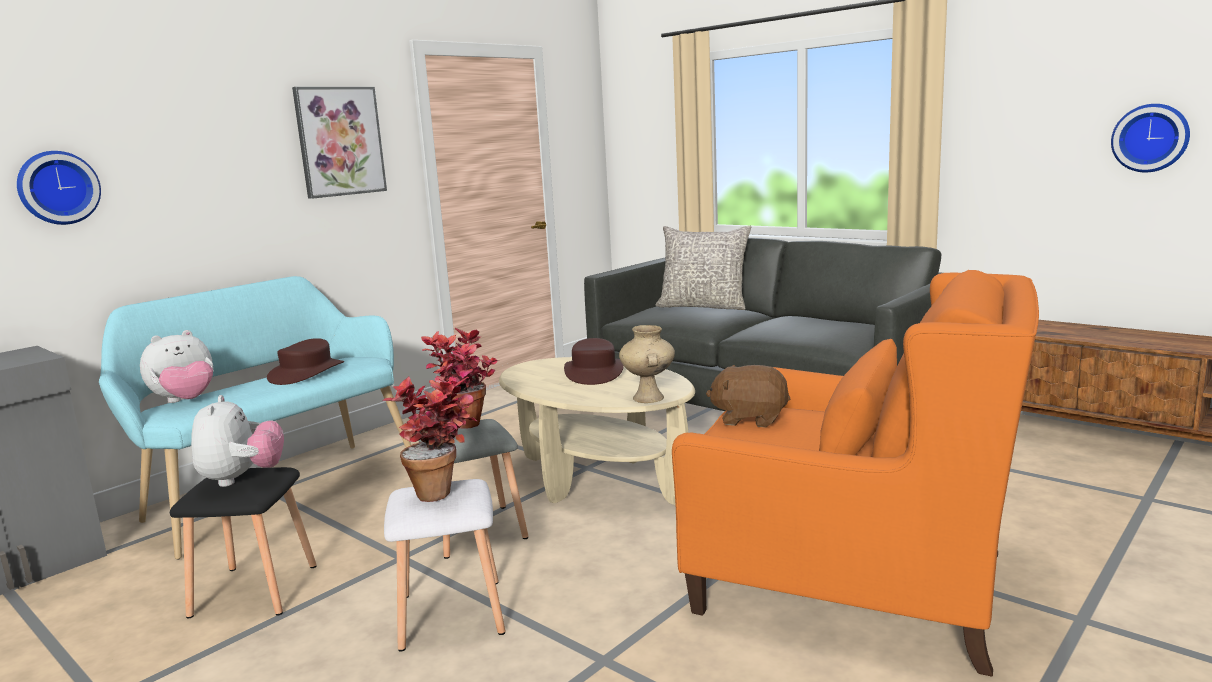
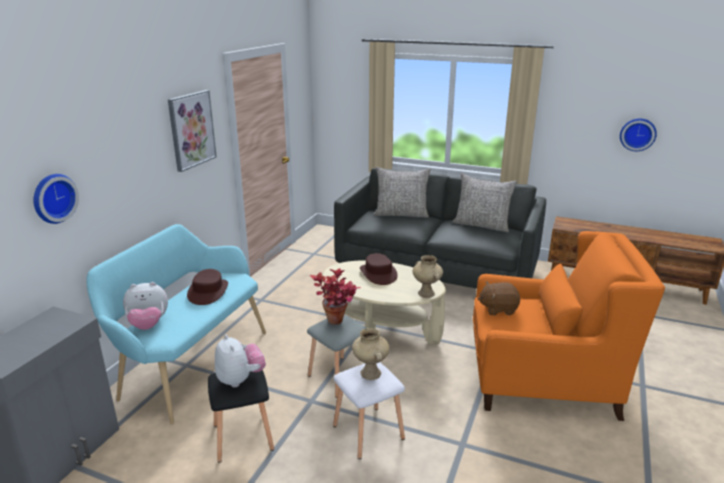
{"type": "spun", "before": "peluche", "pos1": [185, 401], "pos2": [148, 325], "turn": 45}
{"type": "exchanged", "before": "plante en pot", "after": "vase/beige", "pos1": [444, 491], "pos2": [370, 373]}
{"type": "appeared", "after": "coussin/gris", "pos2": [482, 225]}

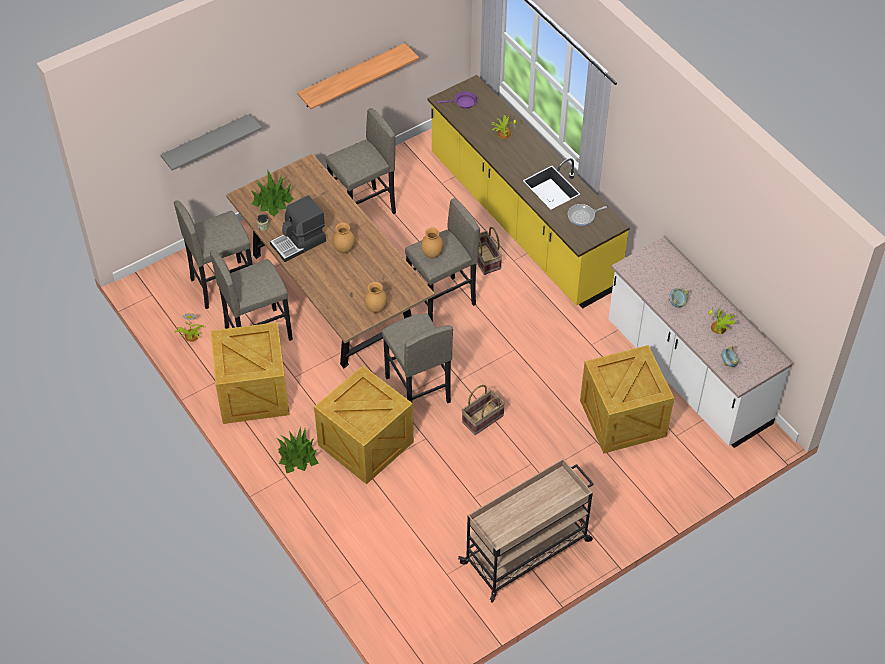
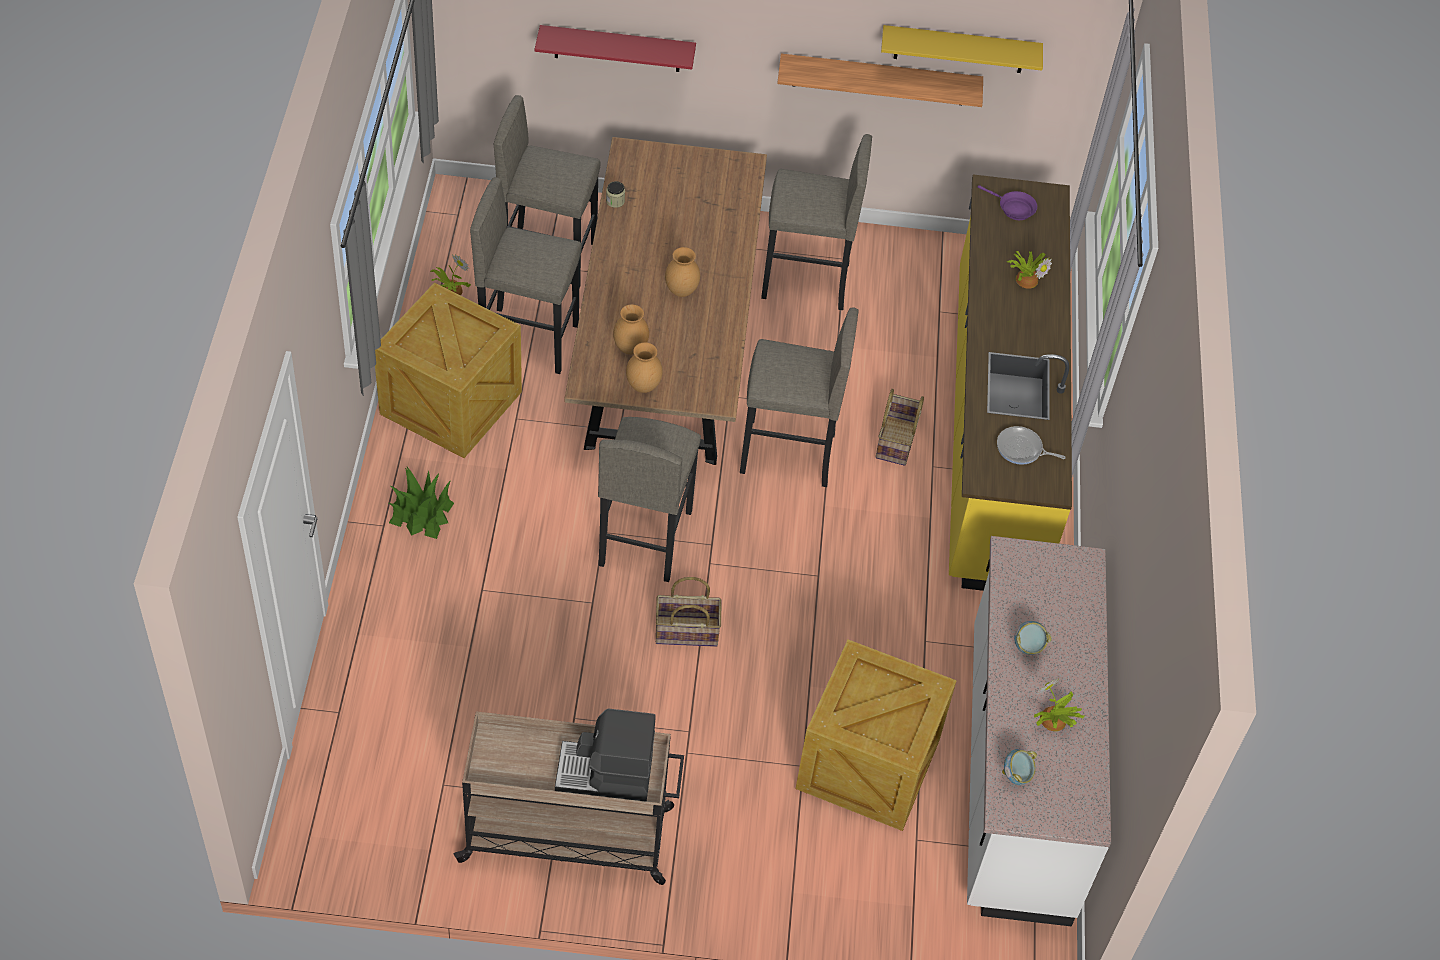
{"type": "colour", "before": "étagère/gris", "after": "étagère/rouge", "pos1": [207, 142], "pos2": [617, 48]}
{"type": "relocated", "before": "machine à café", "pos1": [299, 243], "pos2": [605, 775]}
{"type": "relocated", "before": "vase/marron", "pos1": [432, 255], "pos2": [629, 348]}
{"type": "appeared", "after": "étagère/jaune", "pos2": [960, 49]}
{"type": "missing", "before": "plante en pot", "pos1": [272, 200]}
{"type": "missing", "before": "caisse", "pos1": [367, 443]}

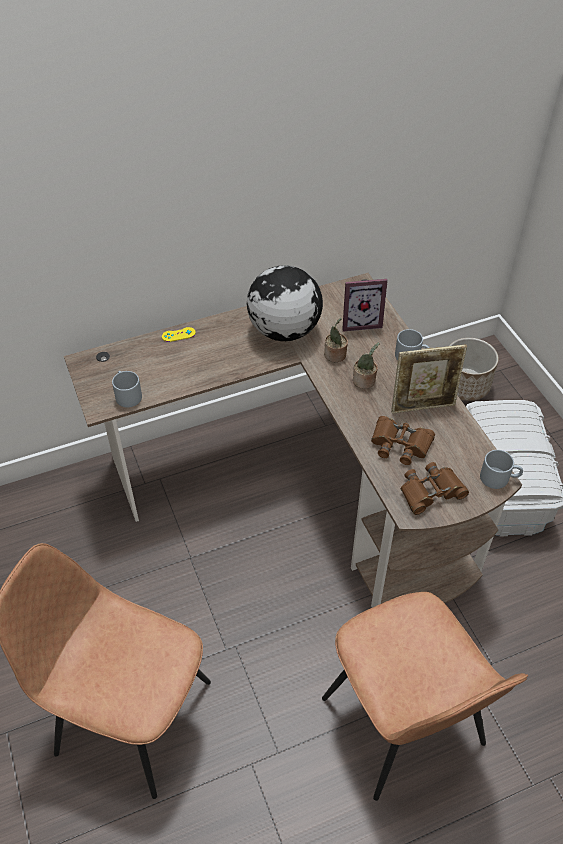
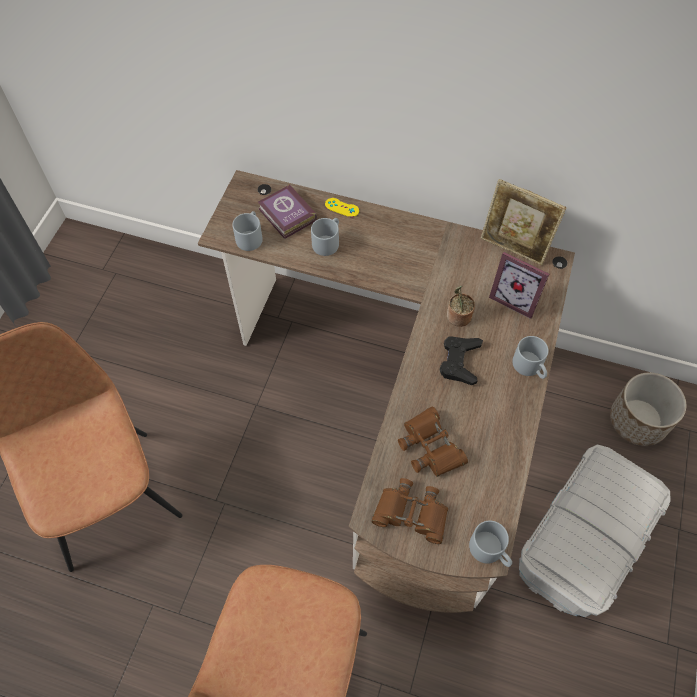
{"type": "appeared", "after": "livre", "pos2": [287, 216]}
{"type": "appeared", "after": "mug/gris", "pos2": [327, 241]}
{"type": "exchanged", "before": "plante en pot", "after": "manette/noir", "pos1": [365, 381], "pos2": [459, 361]}
{"type": "relocated", "before": "cadre photo", "pos1": [423, 406], "pos2": [513, 249]}
{"type": "missing", "before": "globe", "pos1": [283, 330]}

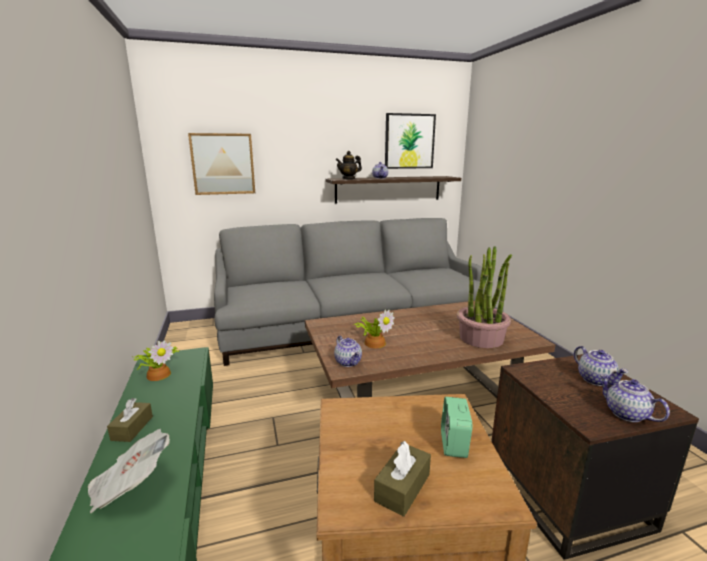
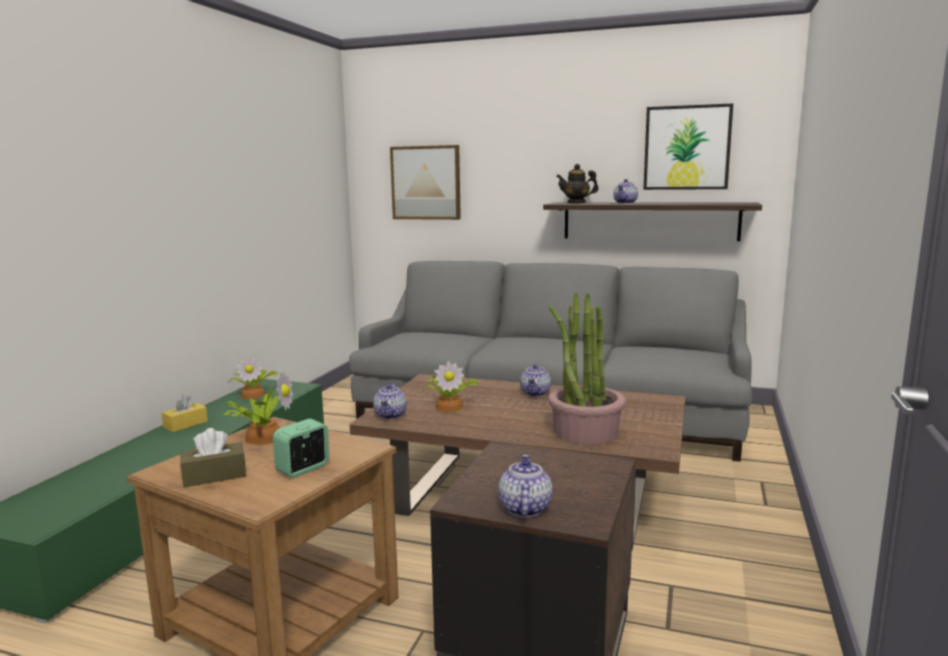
{"type": "colour", "before": "boîte à mouchoirs/marron", "after": "boîte à mouchoirs/jaune", "pos1": [132, 428], "pos2": [185, 424]}
{"type": "appeared", "after": "plante en pot", "pos2": [262, 437]}
{"type": "relocated", "before": "théière", "pos1": [596, 380], "pos2": [535, 393]}
{"type": "missing", "before": "journal", "pos1": [130, 485]}

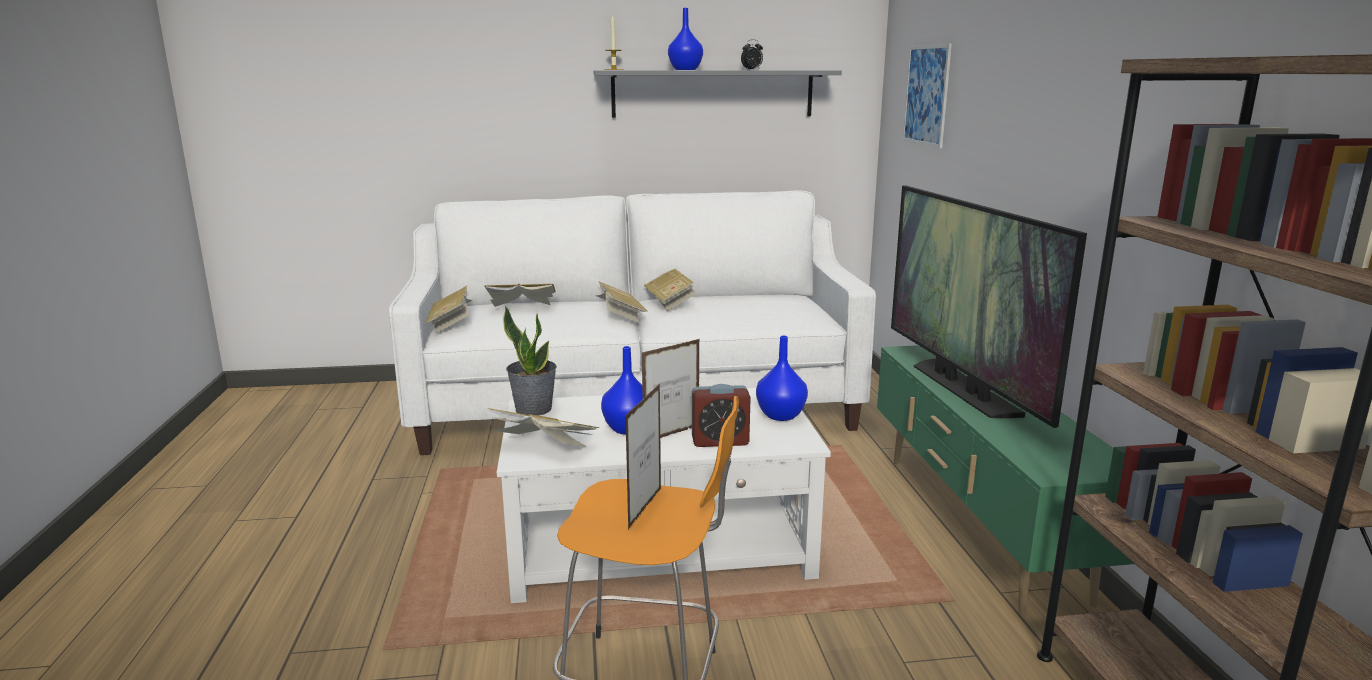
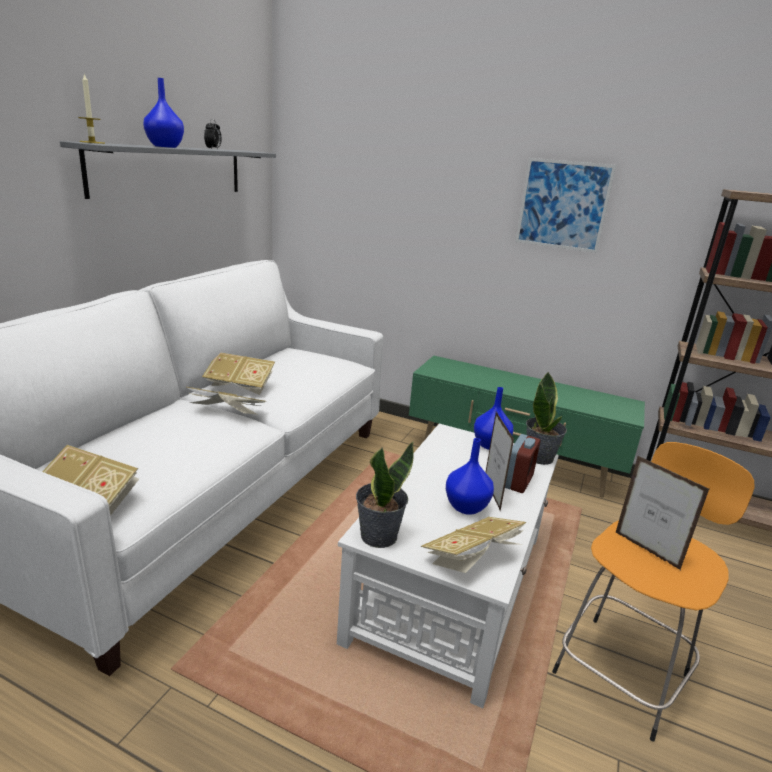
{"type": "relocated", "before": "tableau", "pos1": [926, 95], "pos2": [563, 205]}
{"type": "appeared", "after": "plante en pot", "pos2": [539, 457]}
{"type": "missing", "before": "livre", "pos1": [521, 309]}
{"type": "missing", "before": "téléviseur", "pos1": [962, 389]}

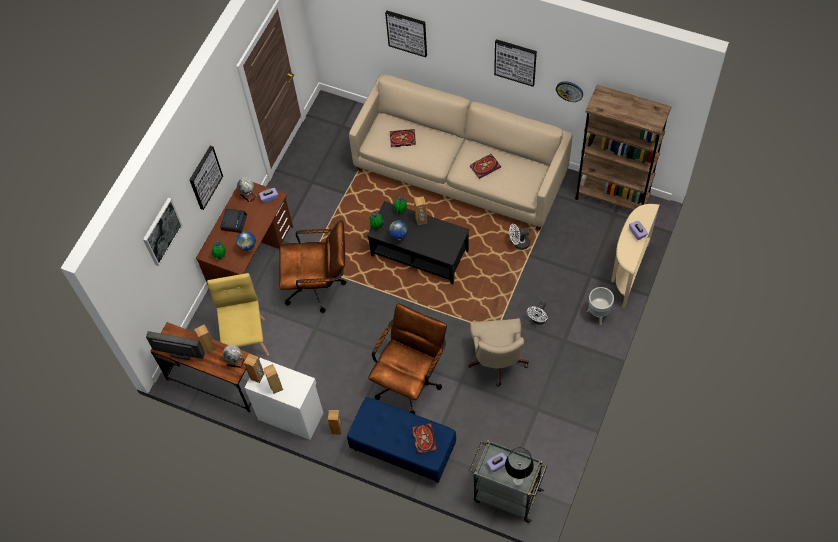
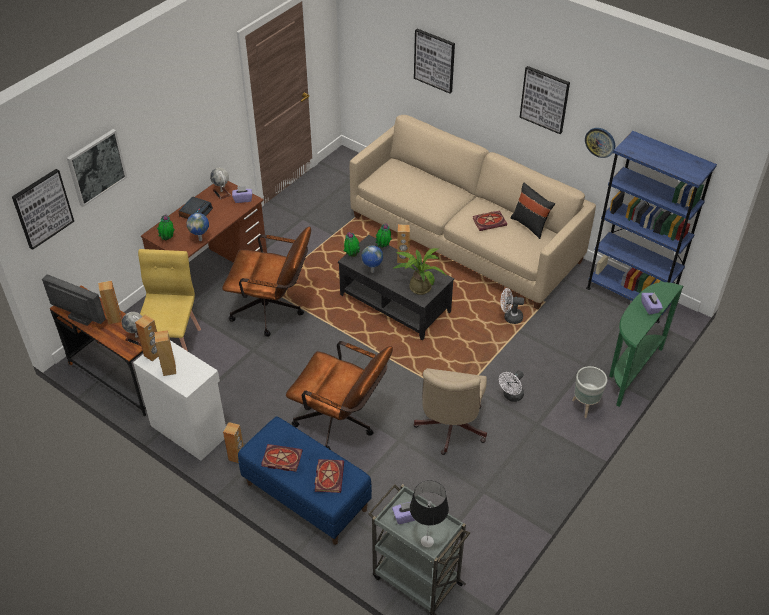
{"type": "relocated", "before": "tableau", "pos1": [205, 177], "pos2": [42, 208]}
{"type": "relocated", "before": "livre", "pos1": [402, 139], "pos2": [280, 459]}
{"type": "spun", "before": "chaise de bureau/marron", "pos1": [410, 378], "pos2": [341, 423], "turn": 75}
{"type": "appeared", "after": "plante en pot", "pos2": [418, 286]}
{"type": "appeared", "after": "coussin/noir", "pos2": [530, 225]}
{"type": "colour", "before": "bibliothèque/marron", "after": "bibliothèque/bleu", "pos1": [612, 197], "pos2": [629, 295]}
{"type": "colour", "before": "table console/beige", "after": "table console/vert", "pos1": [627, 272], "pos2": [630, 371]}

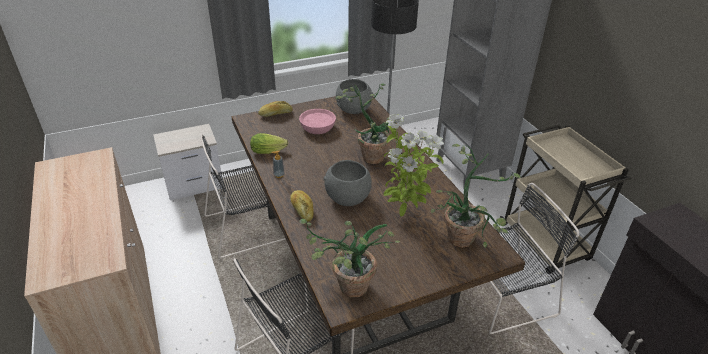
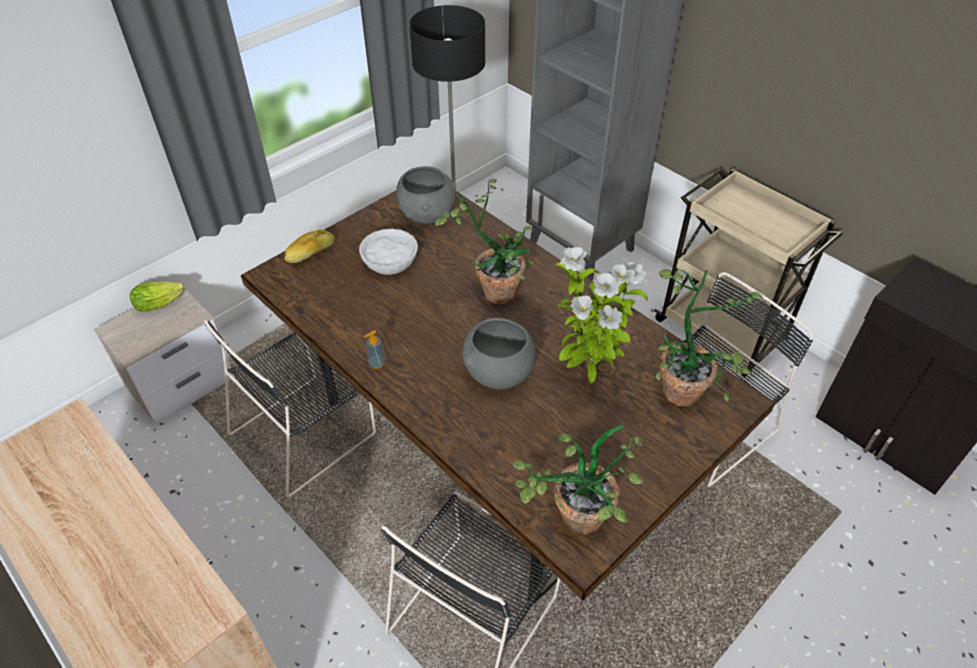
{"type": "relocated", "before": "laitue", "pos1": [270, 151], "pos2": [161, 303]}
{"type": "colour", "before": "bol/rose", "after": "bol/blanc", "pos1": [317, 128], "pos2": [390, 261]}
{"type": "missing", "before": "pain", "pos1": [302, 209]}

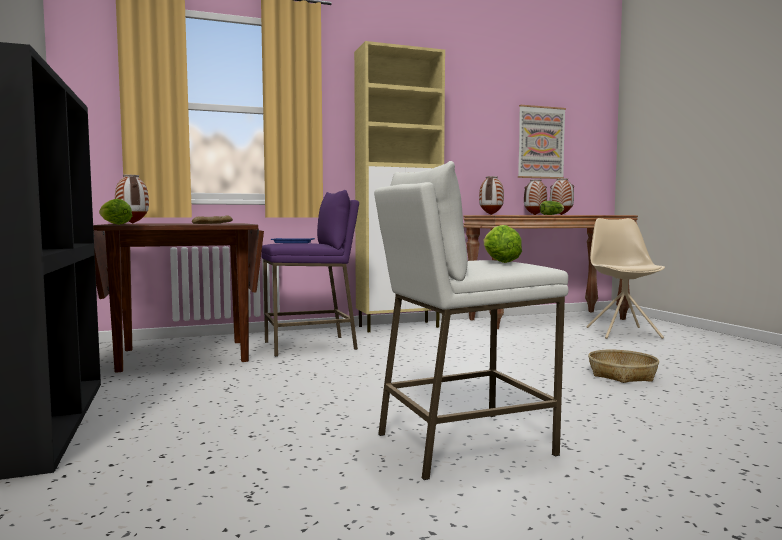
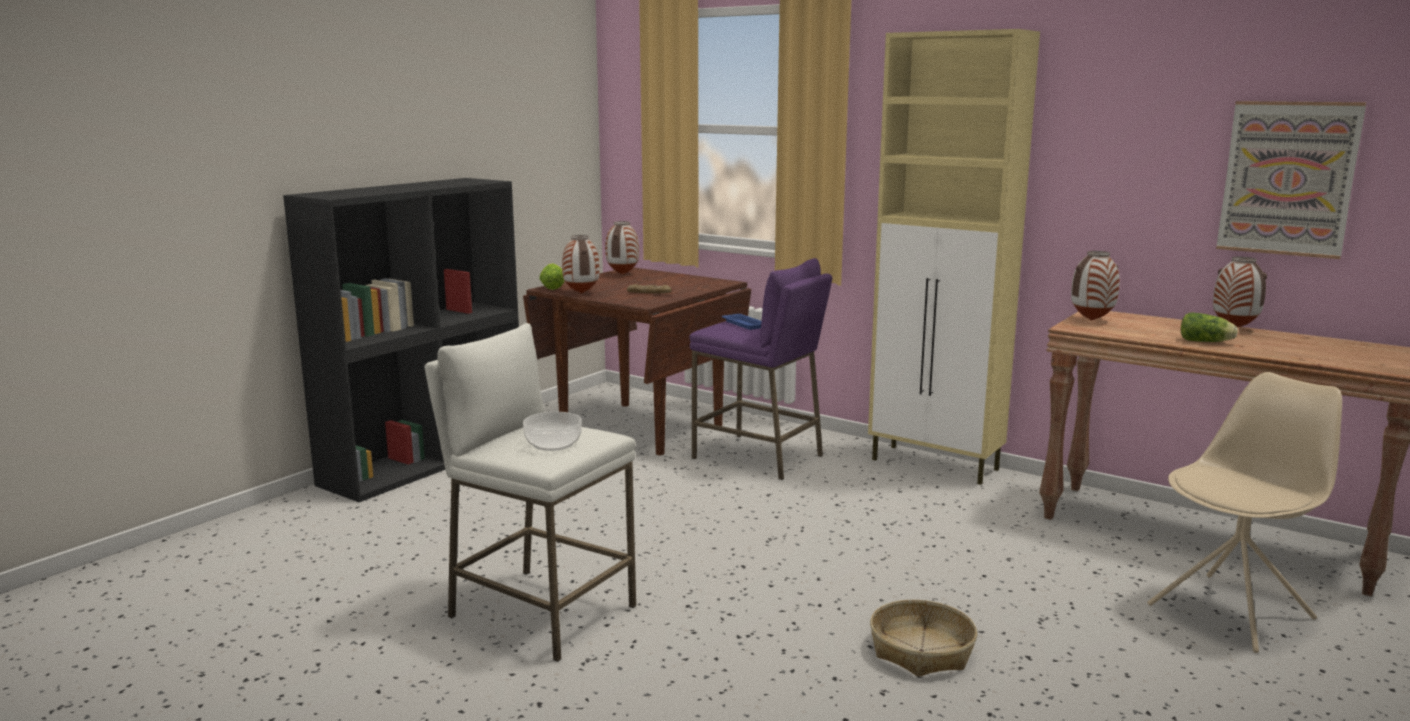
{"type": "exchanged", "before": "laitue", "after": "bol", "pos1": [498, 262], "pos2": [552, 444]}
{"type": "relocated", "before": "vase", "pos1": [561, 215], "pos2": [581, 293]}

